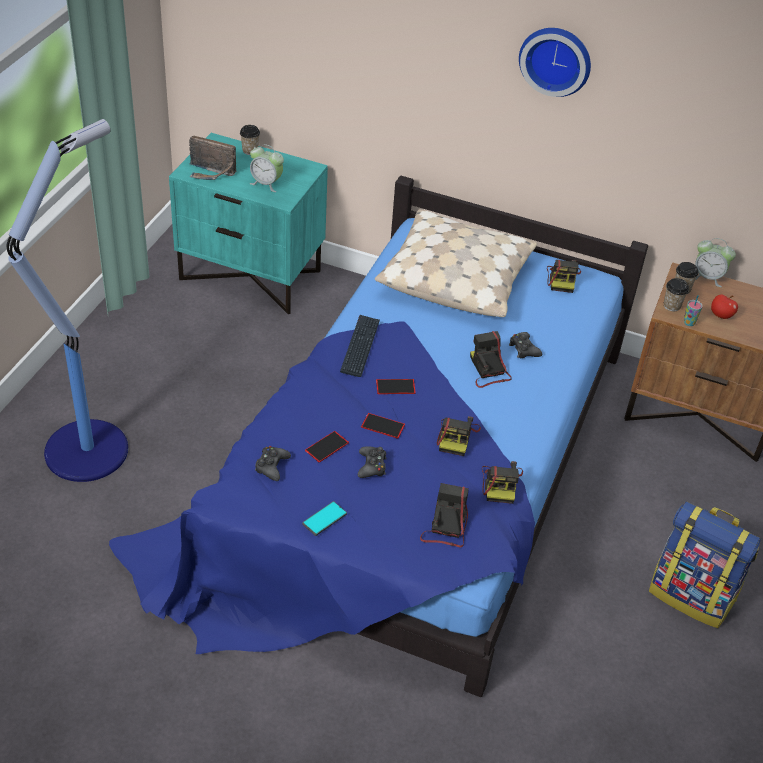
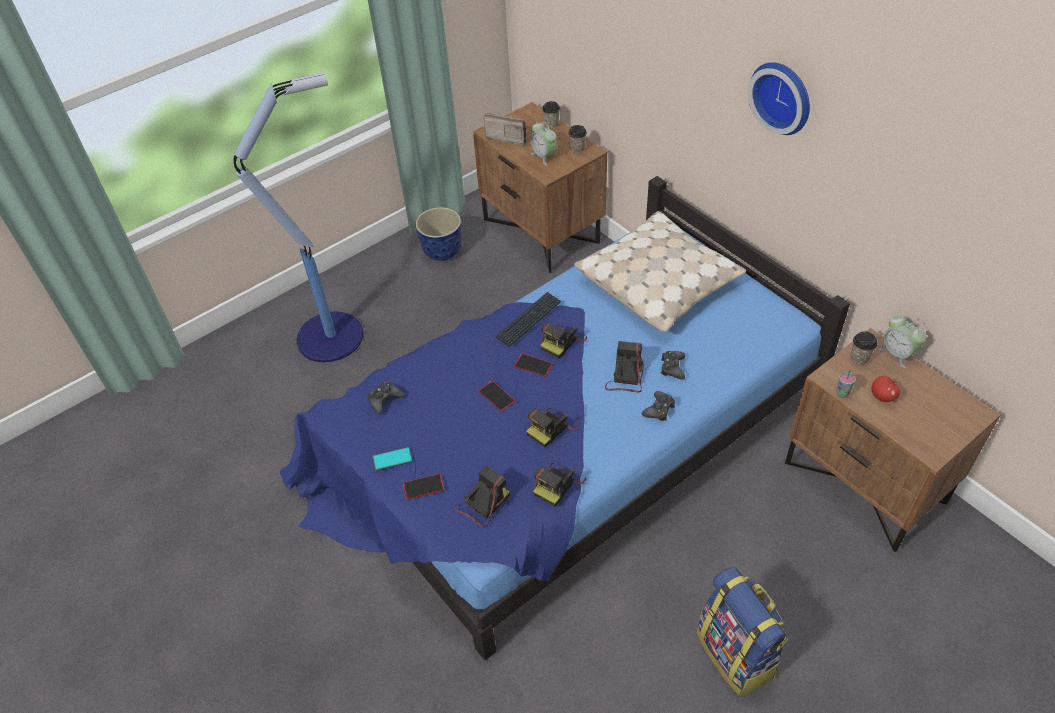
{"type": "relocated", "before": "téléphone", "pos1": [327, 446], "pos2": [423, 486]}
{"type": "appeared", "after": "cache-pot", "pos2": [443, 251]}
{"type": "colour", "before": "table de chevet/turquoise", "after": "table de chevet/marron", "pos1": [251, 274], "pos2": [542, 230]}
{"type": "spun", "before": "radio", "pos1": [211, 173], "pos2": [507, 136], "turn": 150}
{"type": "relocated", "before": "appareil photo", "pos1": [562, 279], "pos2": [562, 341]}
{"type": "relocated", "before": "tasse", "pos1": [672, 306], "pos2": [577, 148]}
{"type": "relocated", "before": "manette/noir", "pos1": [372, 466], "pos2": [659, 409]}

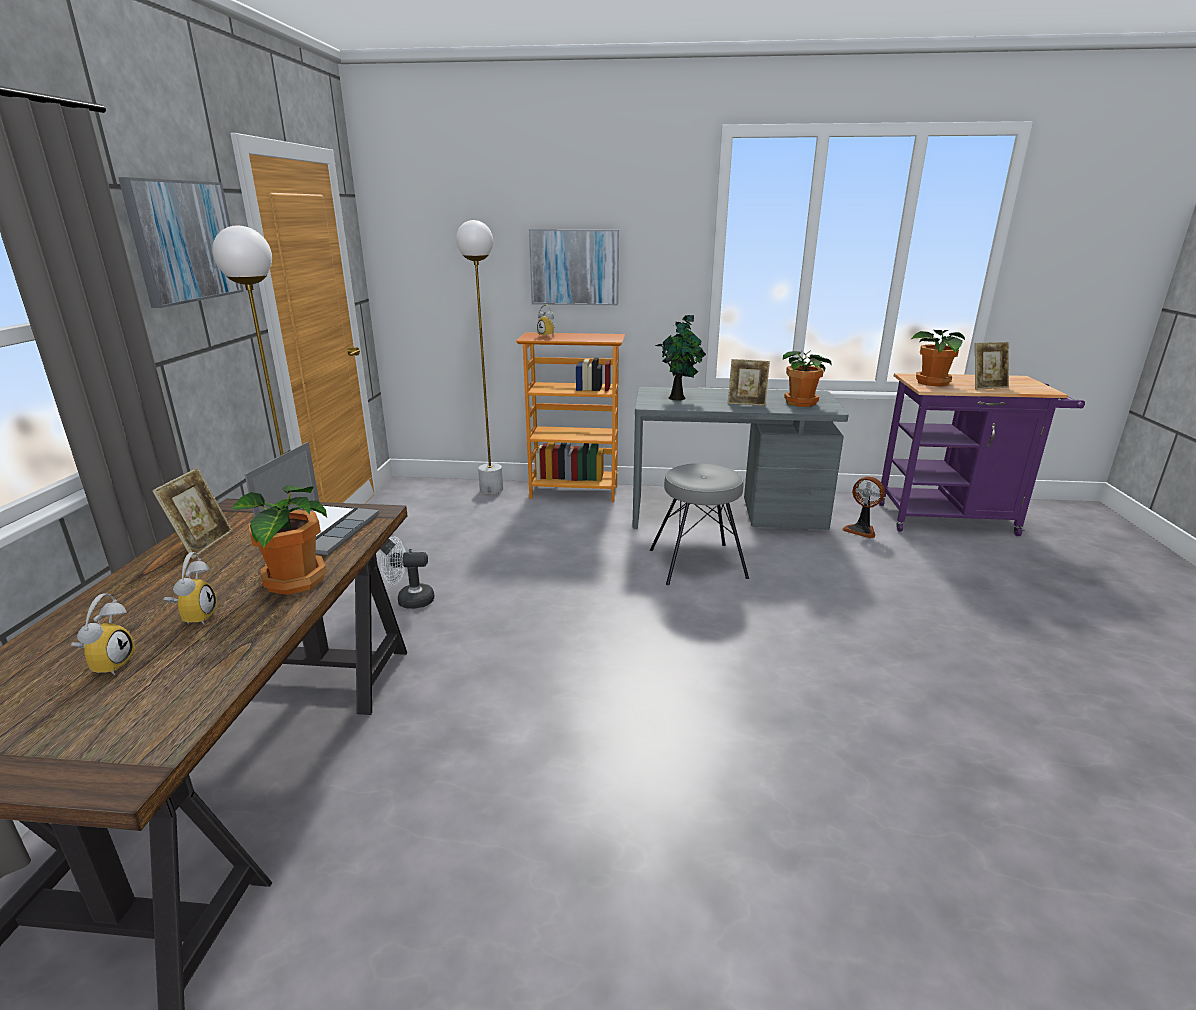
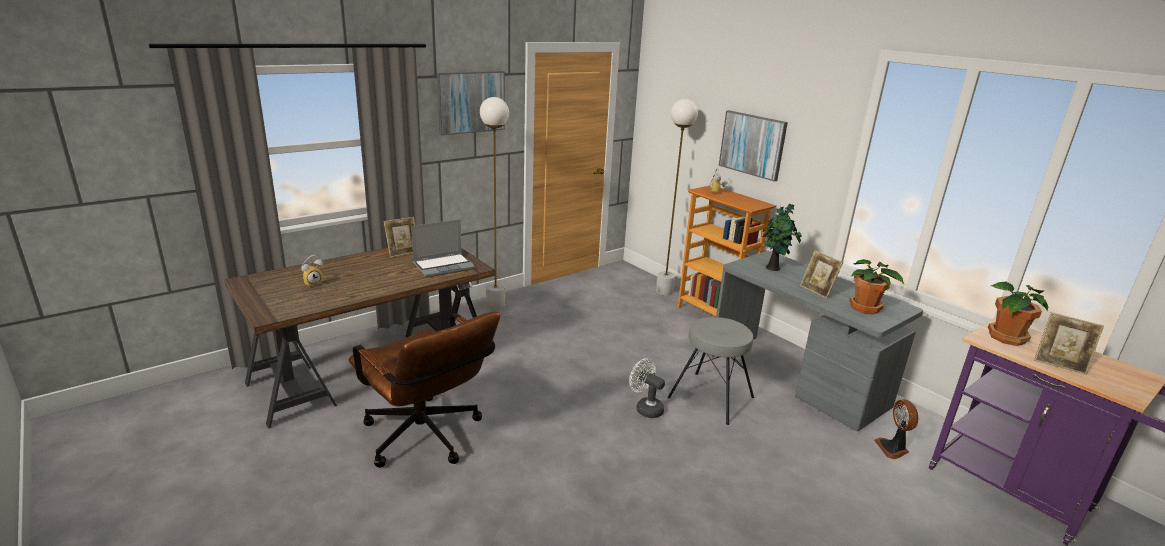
{"type": "appeared", "after": "chaise de bureau/marron", "pos2": [427, 439]}
{"type": "relocated", "before": "ventilateur/blanc", "pos1": [409, 600], "pos2": [645, 408]}
{"type": "missing", "before": "réveil", "pos1": [195, 617]}
{"type": "missing", "before": "plante en pot", "pos1": [293, 582]}

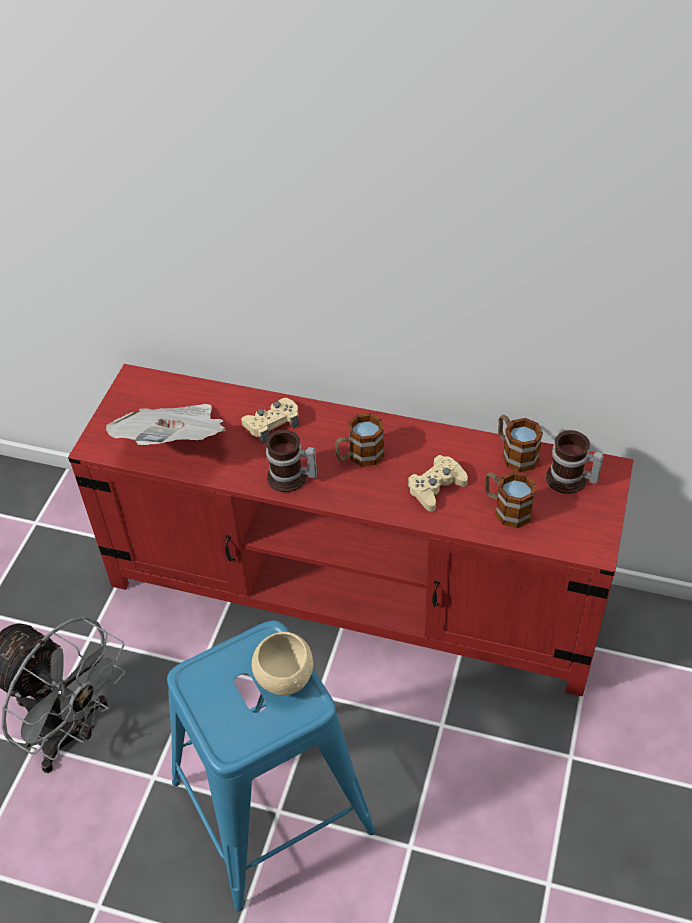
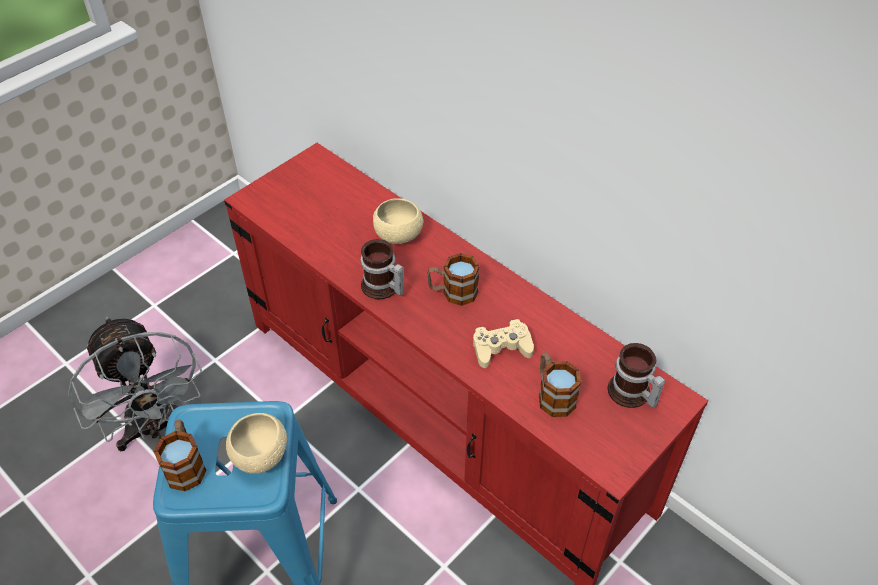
{"type": "relocated", "before": "mug", "pos1": [515, 453], "pos2": [186, 464]}
{"type": "exchanged", "before": "manette/beige", "after": "bol/beige", "pos1": [272, 424], "pos2": [398, 235]}
{"type": "missing", "before": "journal", "pos1": [175, 444]}

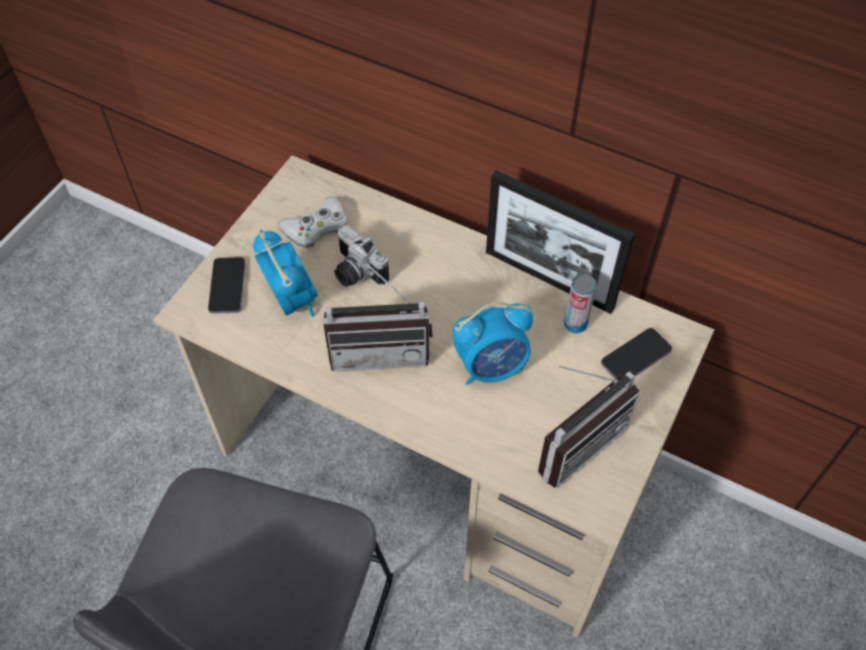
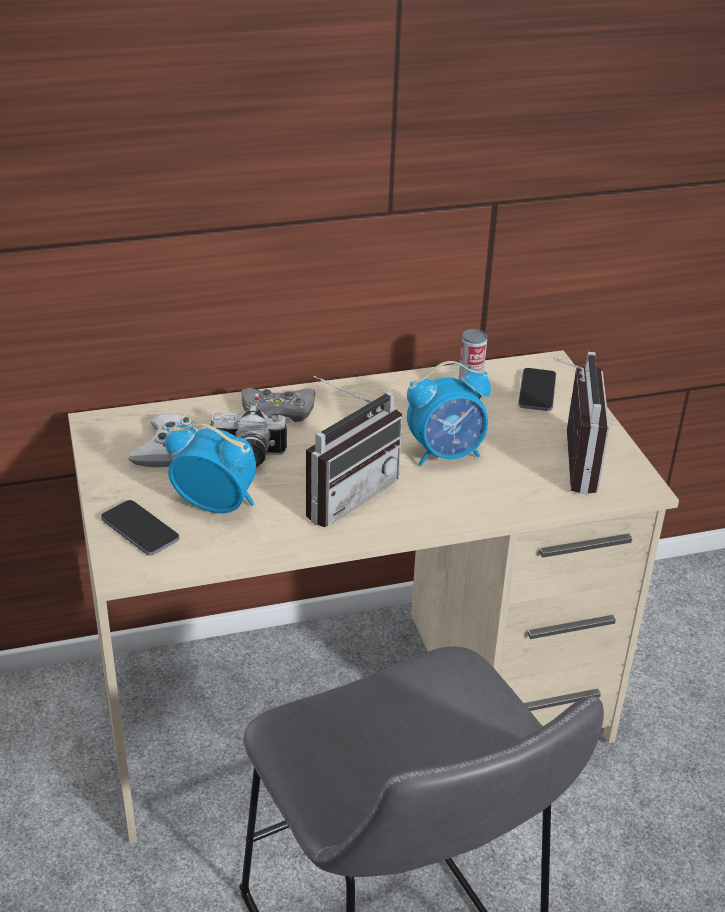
{"type": "appeared", "after": "manette/gris", "pos2": [278, 410]}
{"type": "spun", "before": "réveil", "pos1": [491, 366], "pos2": [446, 454], "turn": 45}
{"type": "missing", "before": "cadre photo", "pos1": [548, 280]}

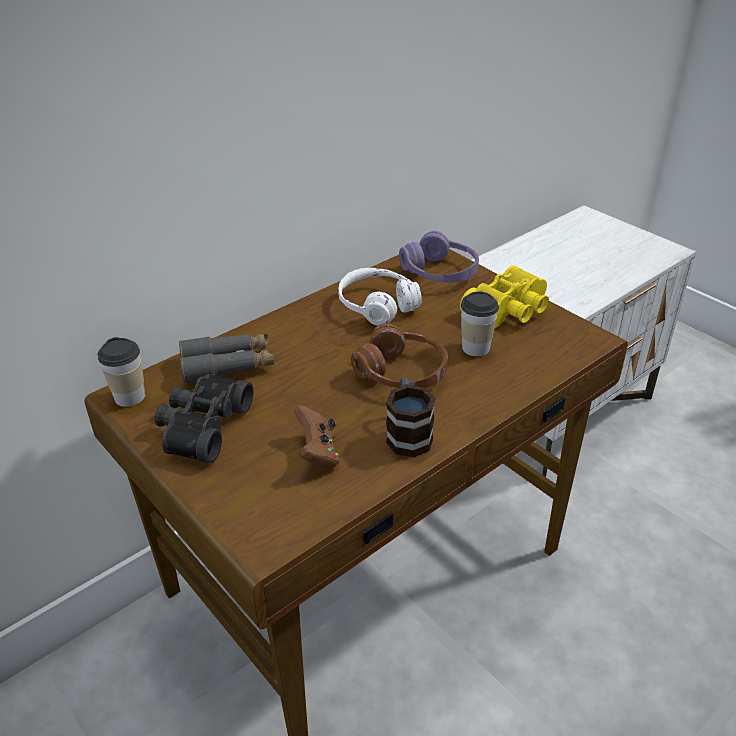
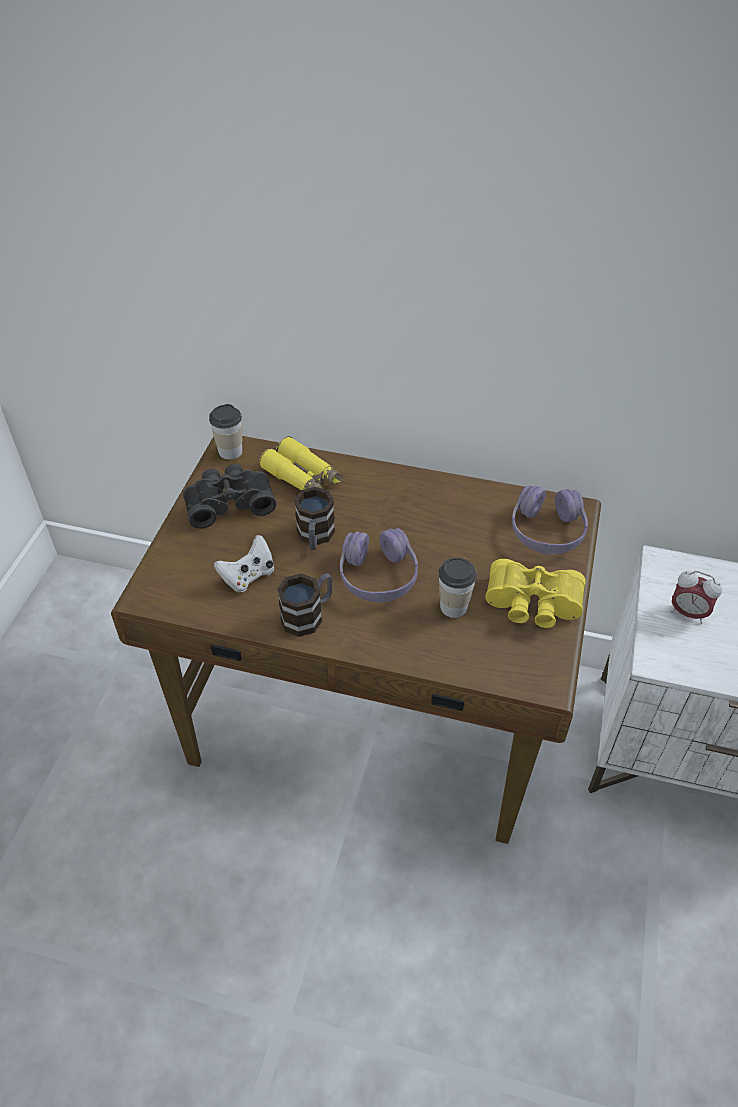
{"type": "colour", "before": "manette/marron", "after": "manette/blanc", "pos1": [318, 453], "pos2": [248, 576]}
{"type": "colour", "before": "jumelles/gris", "after": "jumelles/jaune", "pos1": [228, 365], "pos2": [303, 477]}
{"type": "appeared", "after": "mug", "pos2": [315, 537]}
{"type": "colour", "before": "casque audio/marron", "after": "casque audio/violet", "pos1": [402, 373], "pos2": [378, 576]}
{"type": "appeared", "after": "réveil", "pos2": [687, 613]}
{"type": "missing", "before": "casque audio/blanc", "pos1": [377, 306]}

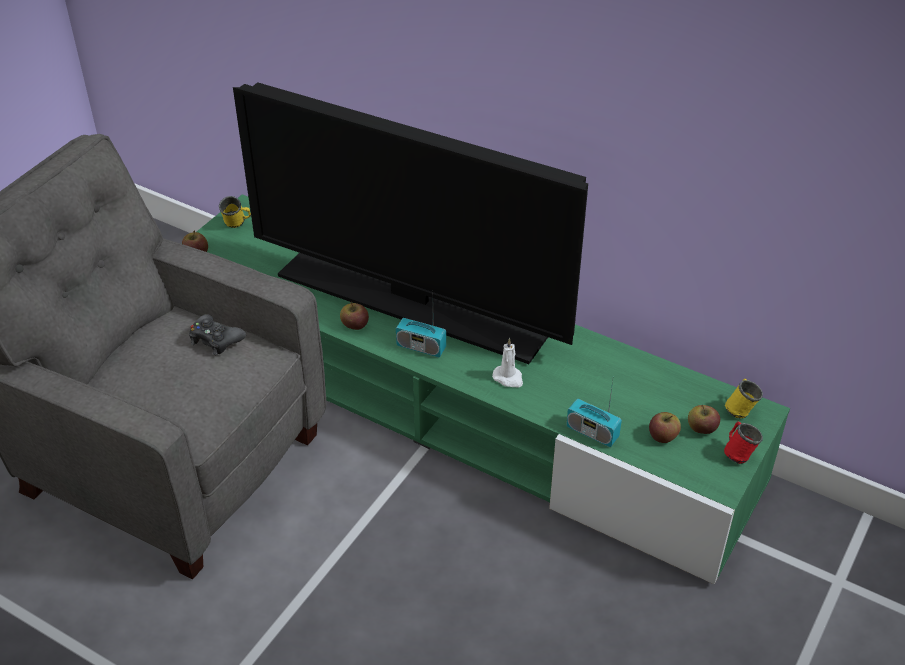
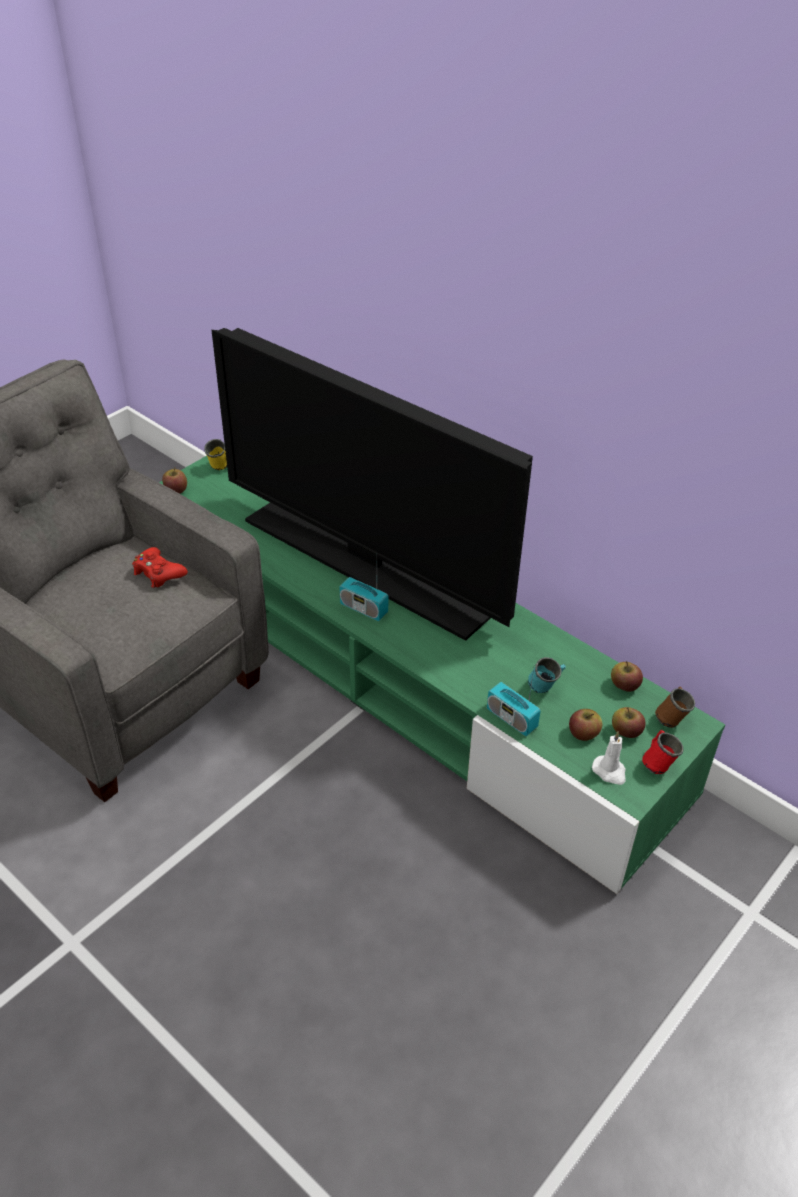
{"type": "colour", "before": "manette/noir", "after": "manette/rouge", "pos1": [215, 339], "pos2": [158, 573]}
{"type": "appeared", "after": "mug/turquoise", "pos2": [546, 687]}
{"type": "relocated", "before": "bougie/blanc", "pos1": [508, 378], "pos2": [610, 771]}
{"type": "relocated", "before": "pomme", "pos1": [354, 325], "pos2": [624, 685]}
{"type": "colour", "before": "mug/jaune", "after": "mug/marron", "pos1": [740, 409], "pos2": [671, 717]}

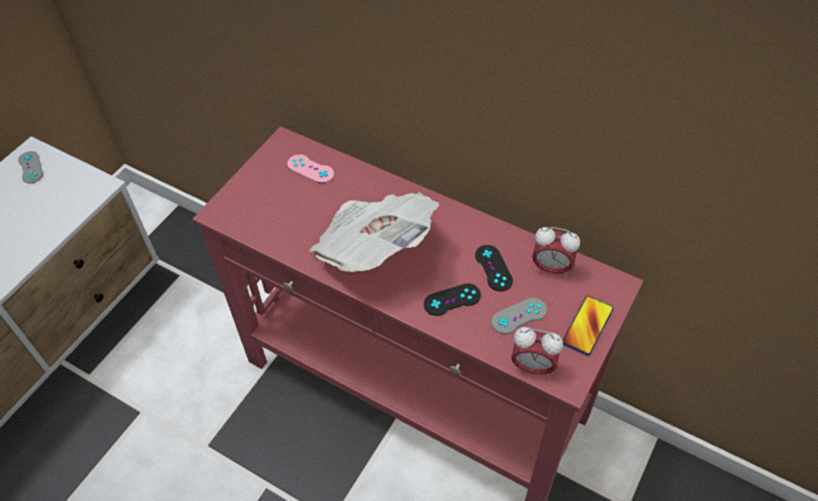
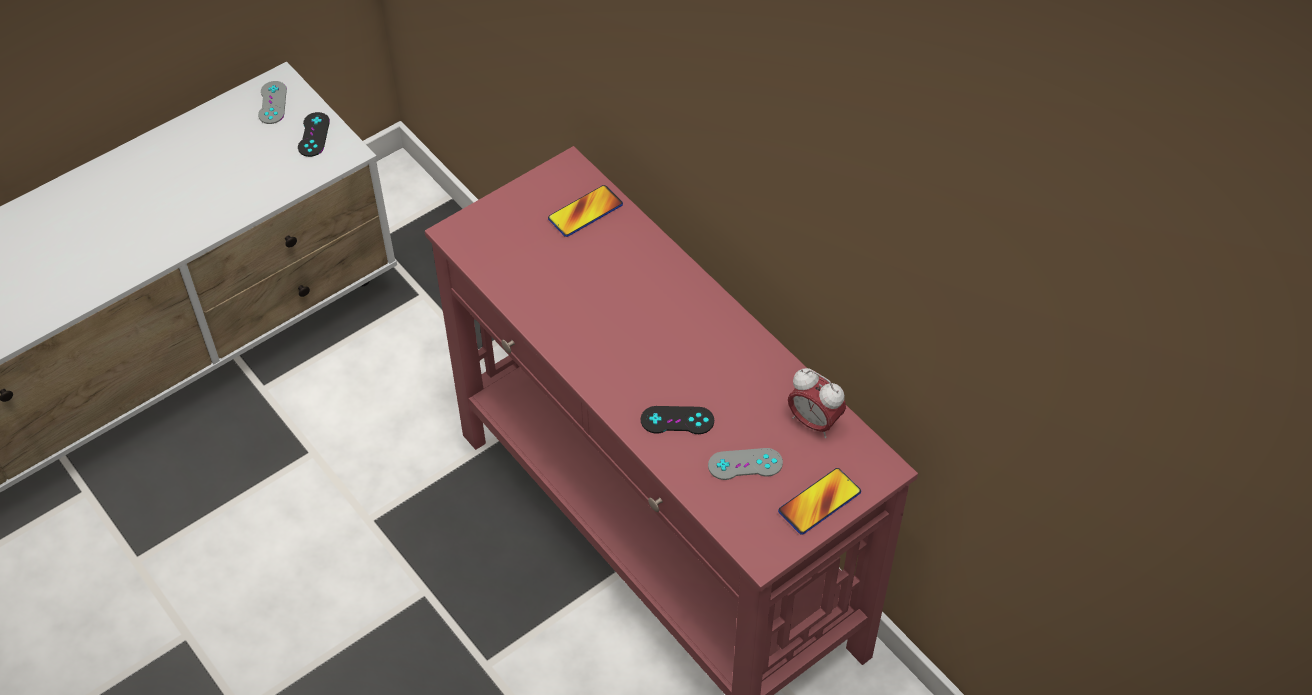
{"type": "relocated", "before": "manette/noir", "pos1": [493, 268], "pos2": [314, 135]}
{"type": "exchanged", "before": "manette/rose", "after": "téléphone", "pos1": [310, 169], "pos2": [585, 212]}
{"type": "missing", "before": "journal", "pos1": [374, 248]}
{"type": "missing", "before": "réveil", "pos1": [532, 366]}

